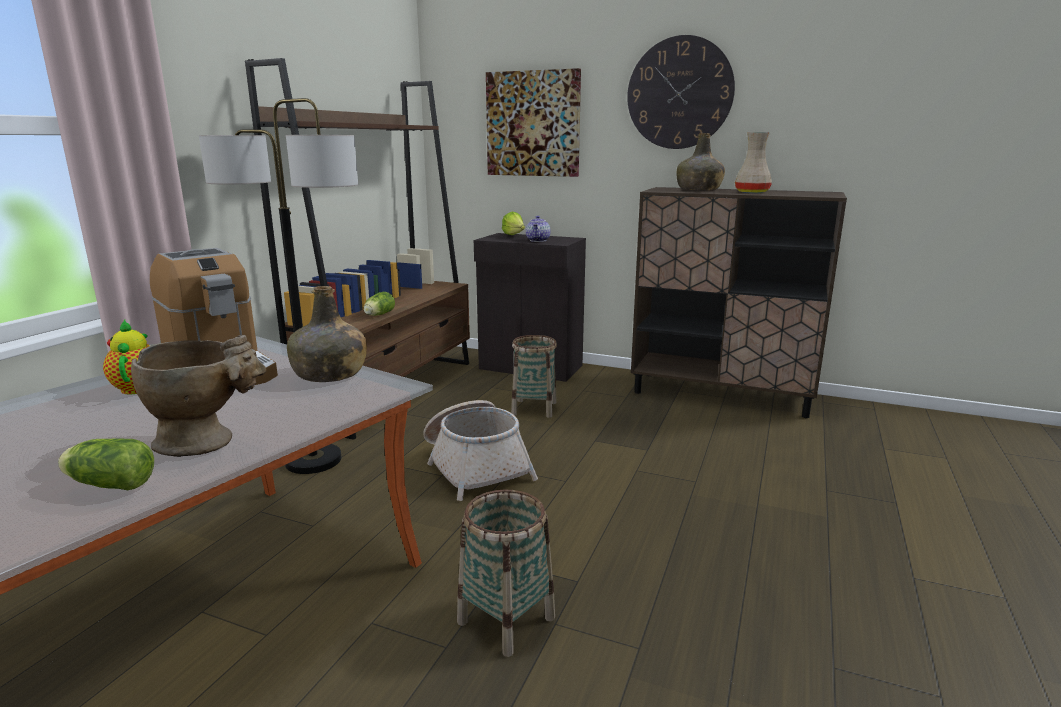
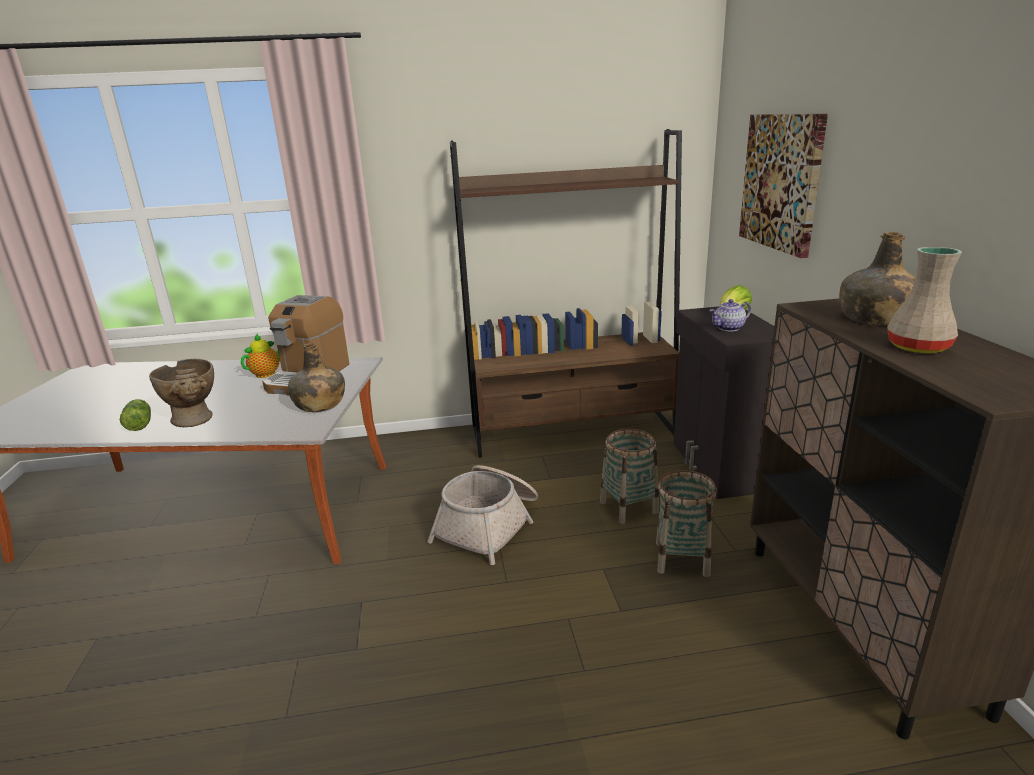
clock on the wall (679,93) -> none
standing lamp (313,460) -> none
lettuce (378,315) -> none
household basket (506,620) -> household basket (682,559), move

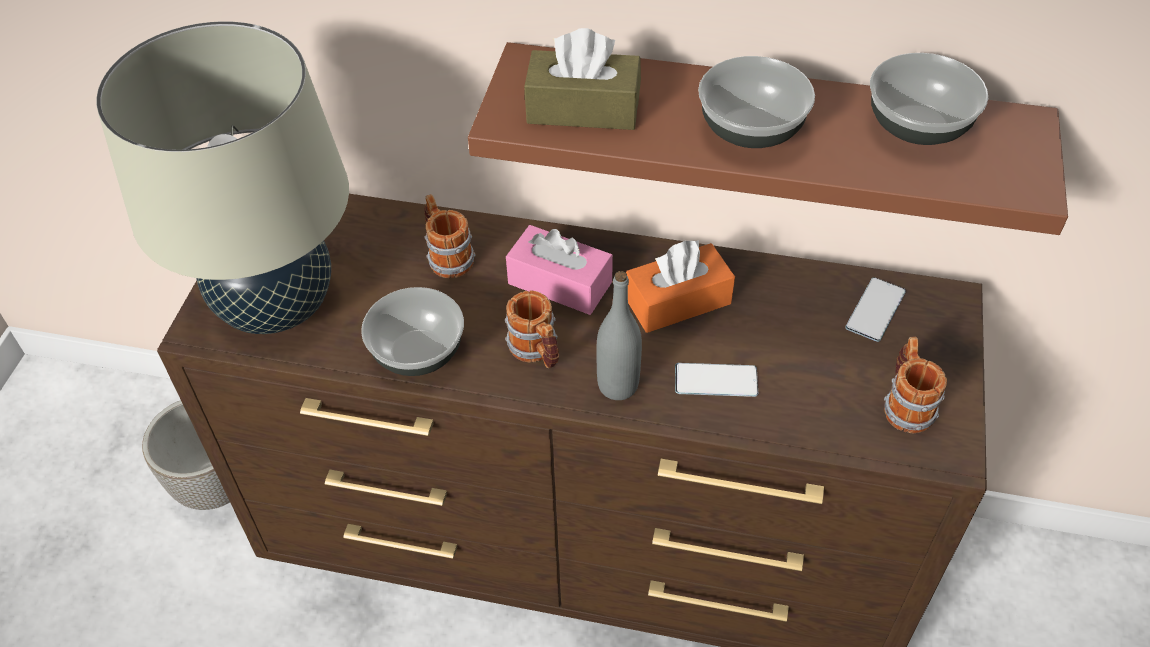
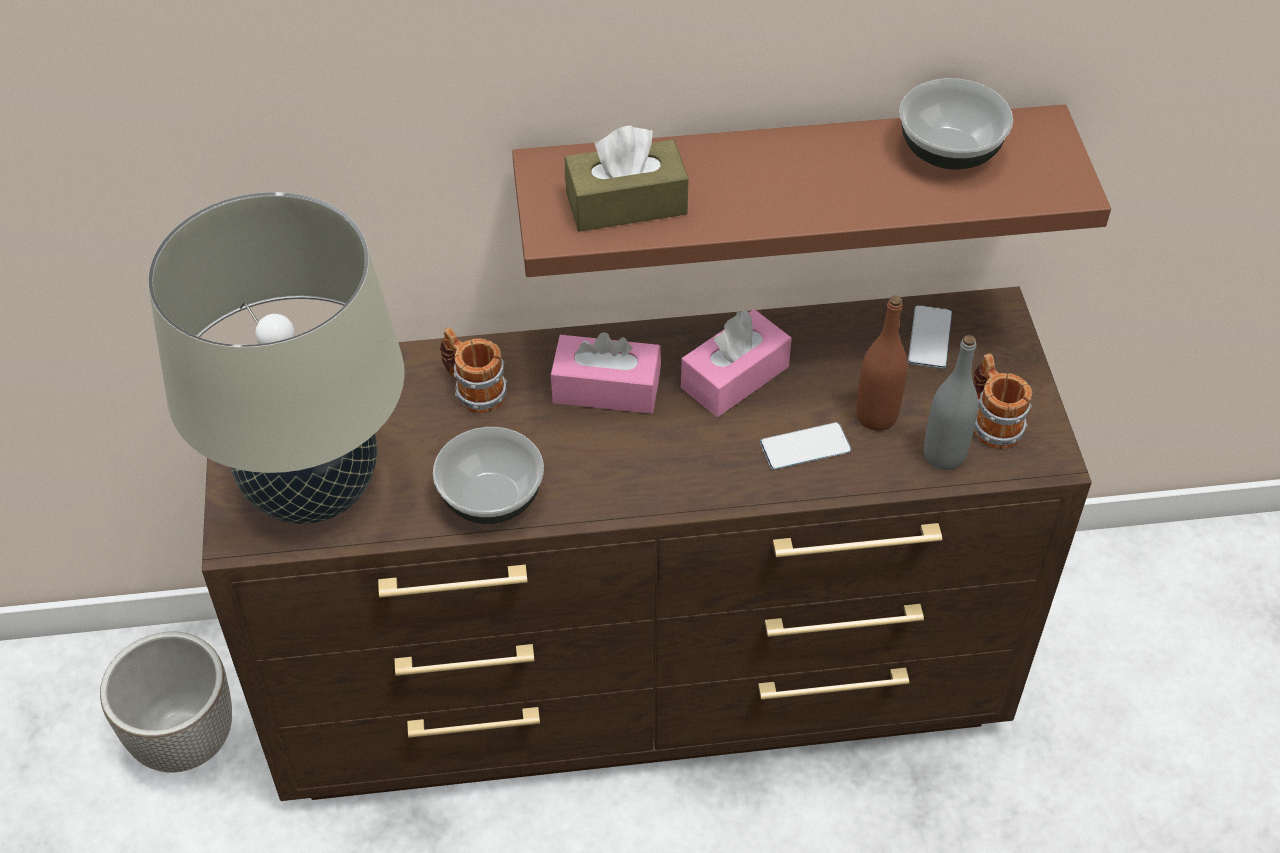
serving bowl (751,129) -> none
tissue box (orange) (678,301) -> tissue box (pinkish) (734,377)
bottle (gray) (618,385) -> bottle (gray) (944,455), move
tea mug (537,351) -> none
none -> bottle (brown) (876,416)

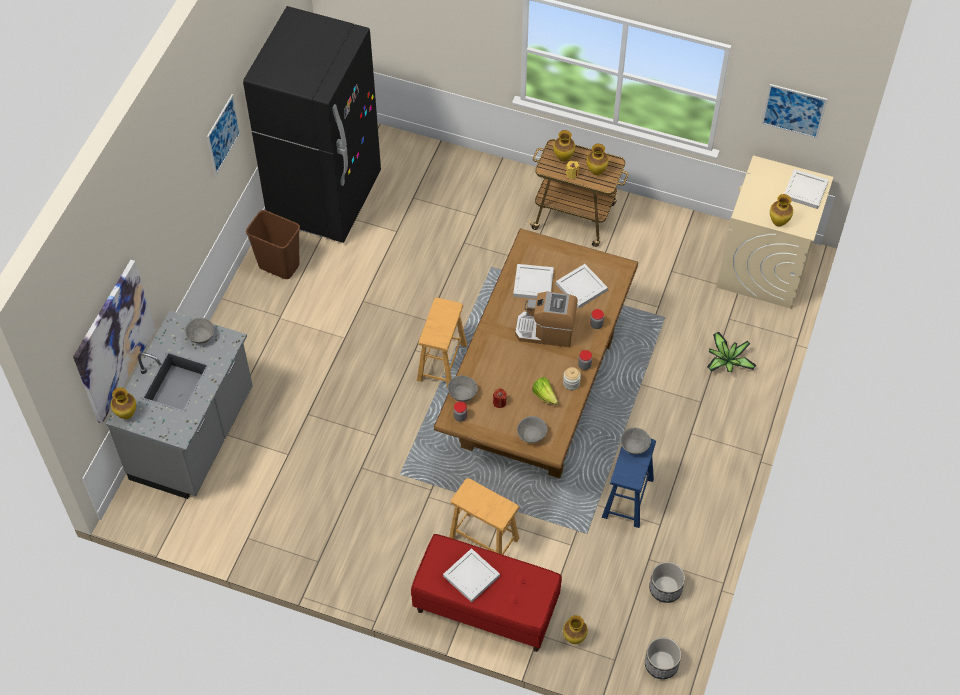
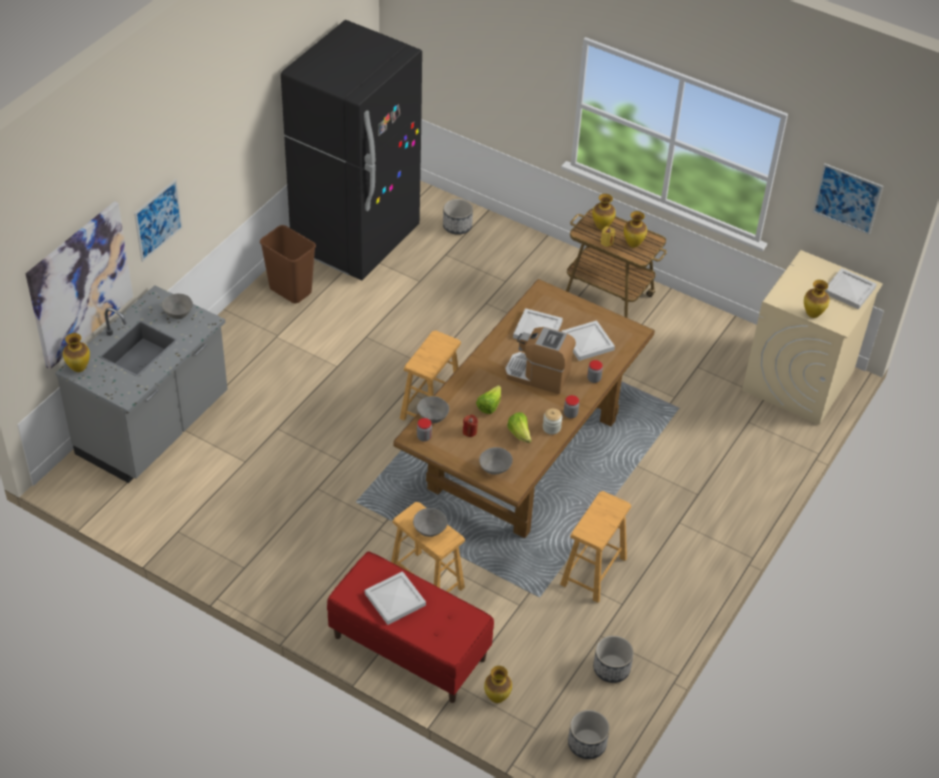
wall art (223,134) -> wall art (158,220), move
potted plant (727,361) -> none
serving bowl (gray) (634,447) -> serving bowl (gray) (429,530), move
stool seat (bluish) (628,498) -> stool seat (brown) (593,571)
none -> flower pot (457,226)
none -> lettuce (489,406)

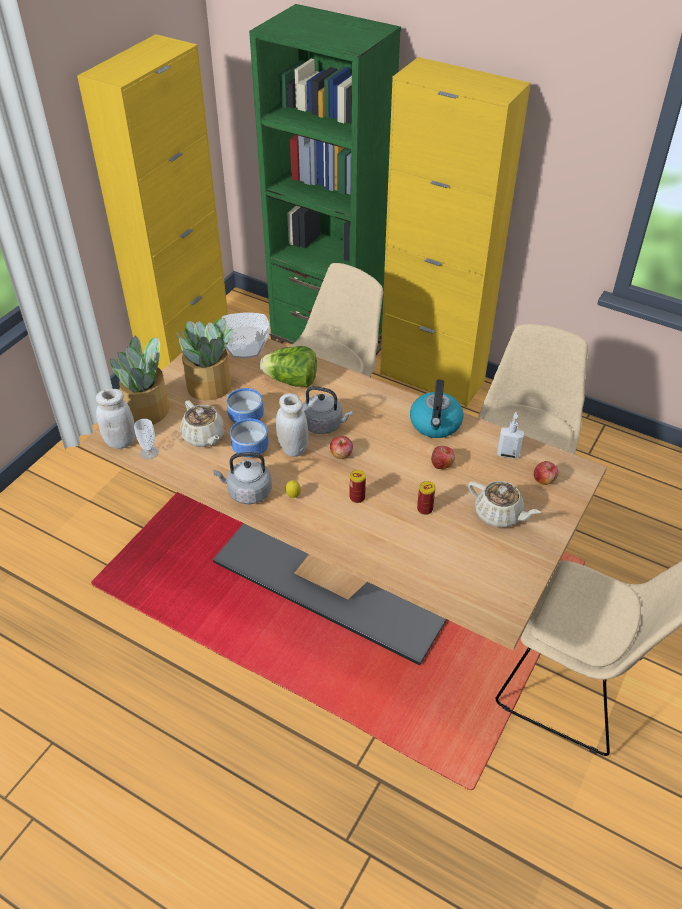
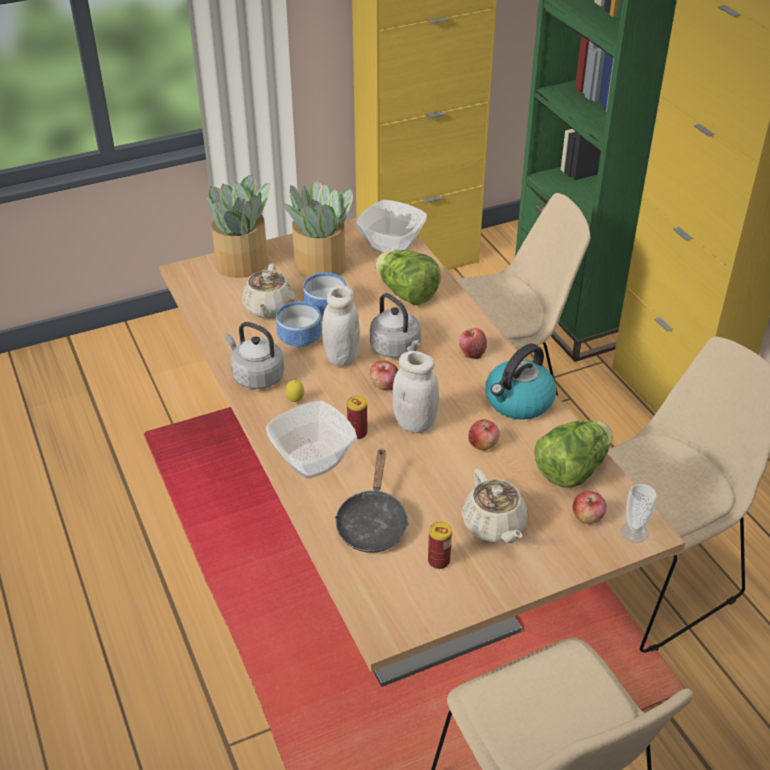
jar (whitish) (121,441) -> jar (whitish) (415,423), move
soap dispenser (507,454) -> lettuce (571,470)
small cup (149,452) -> small cup (634,532), move
metal can (425,509) -> metal can (439,561), move
none -> whole apple (472,352)
none -> serving bowl (314,460)
none -> skillet (blackish) (372,523)

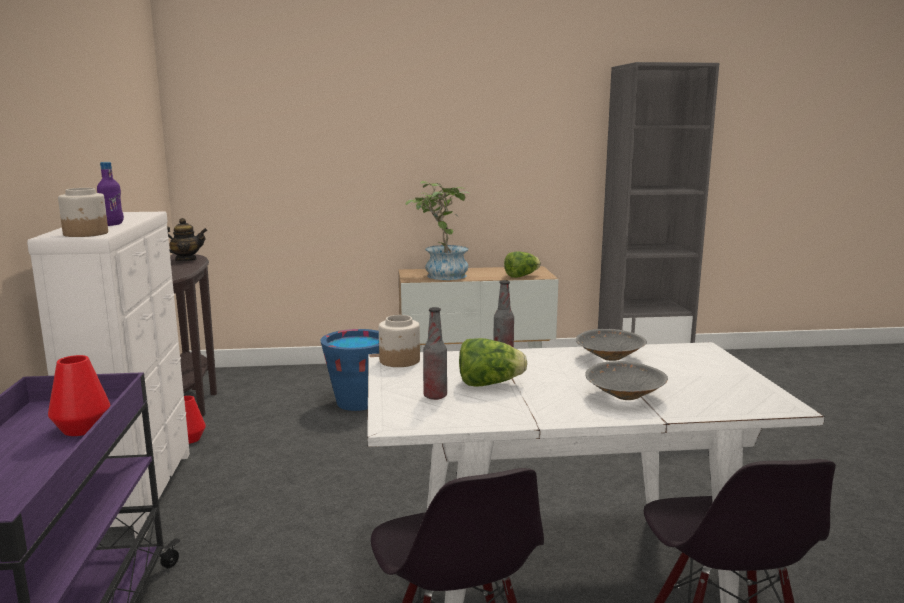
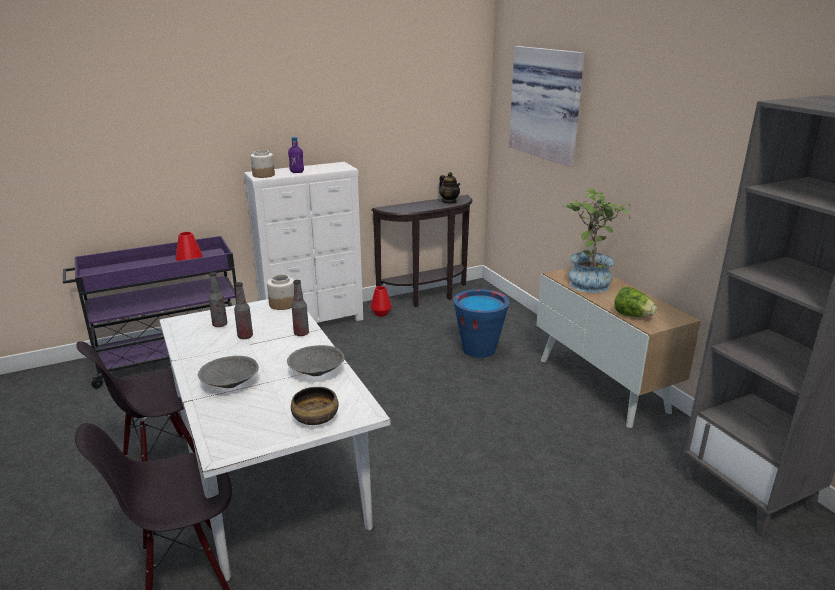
lettuce (489,384) -> bottle (245,336)
none -> wall art (548,103)
none -> serving bowl (315,418)

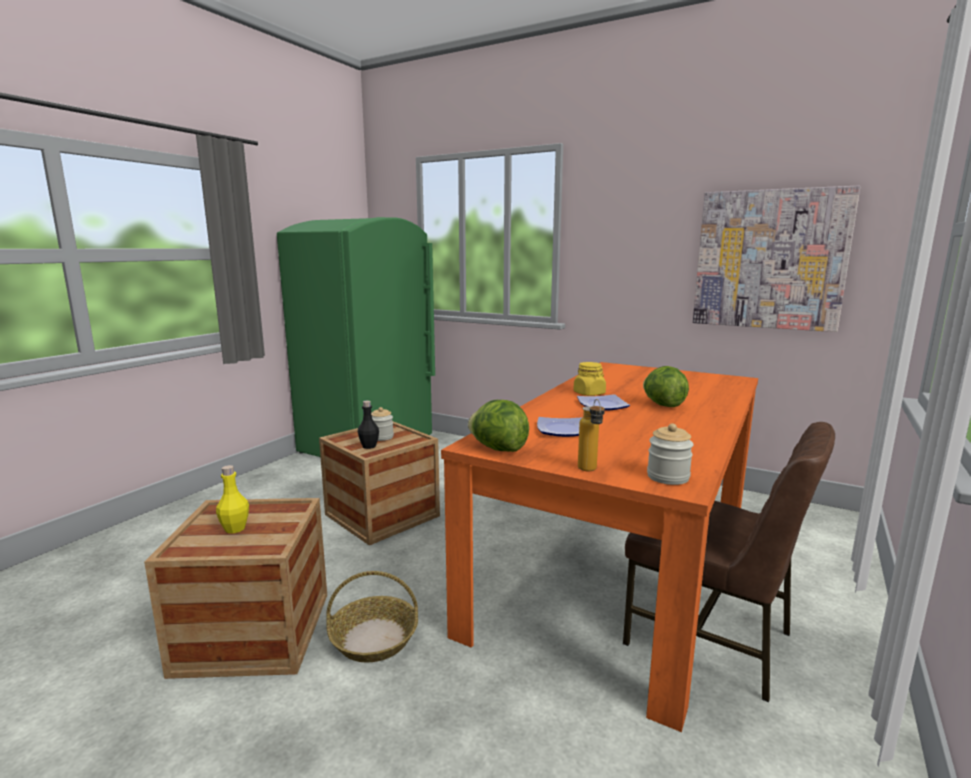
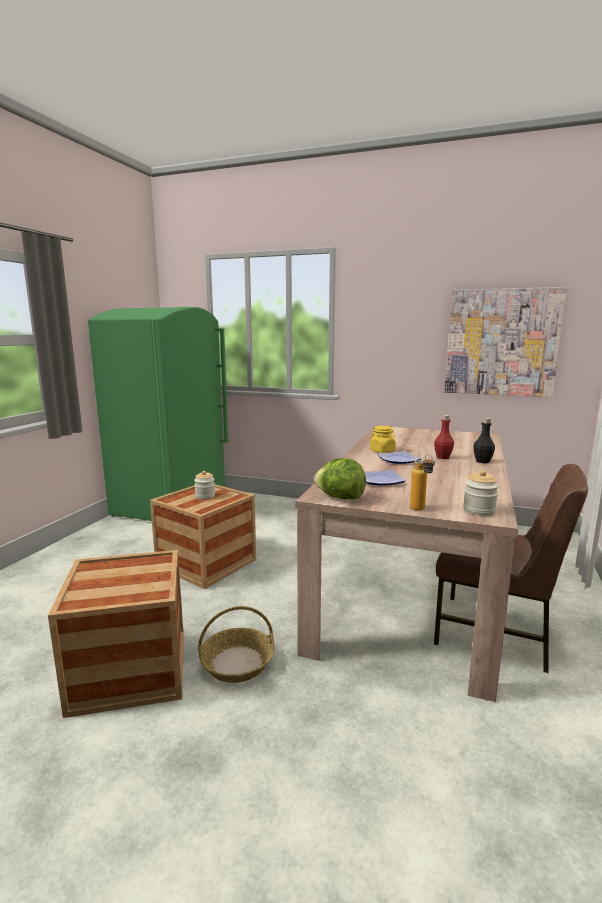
dining table (orange) (623,560) -> dining table (sand-coloured) (413,582)
lettuce (663,405) -> bottle (reddish) (443,457)
bottle (blackish) (369,446) -> bottle (blackish) (482,461), move
bottle (yellow-coloured) (235,529) -> none

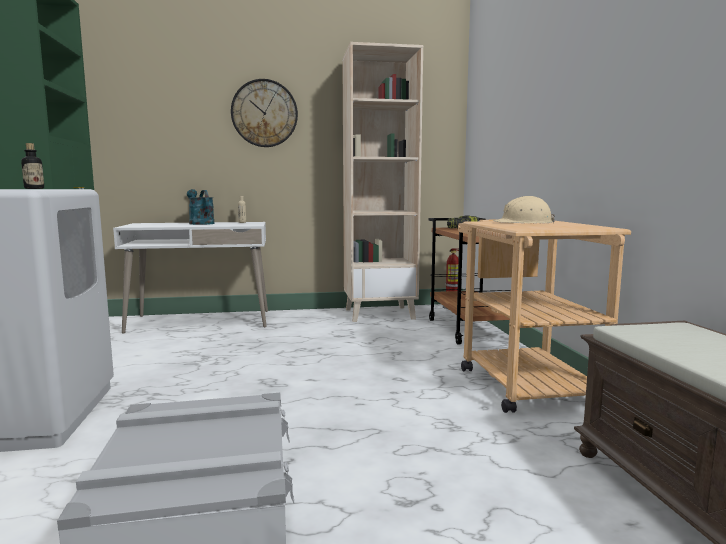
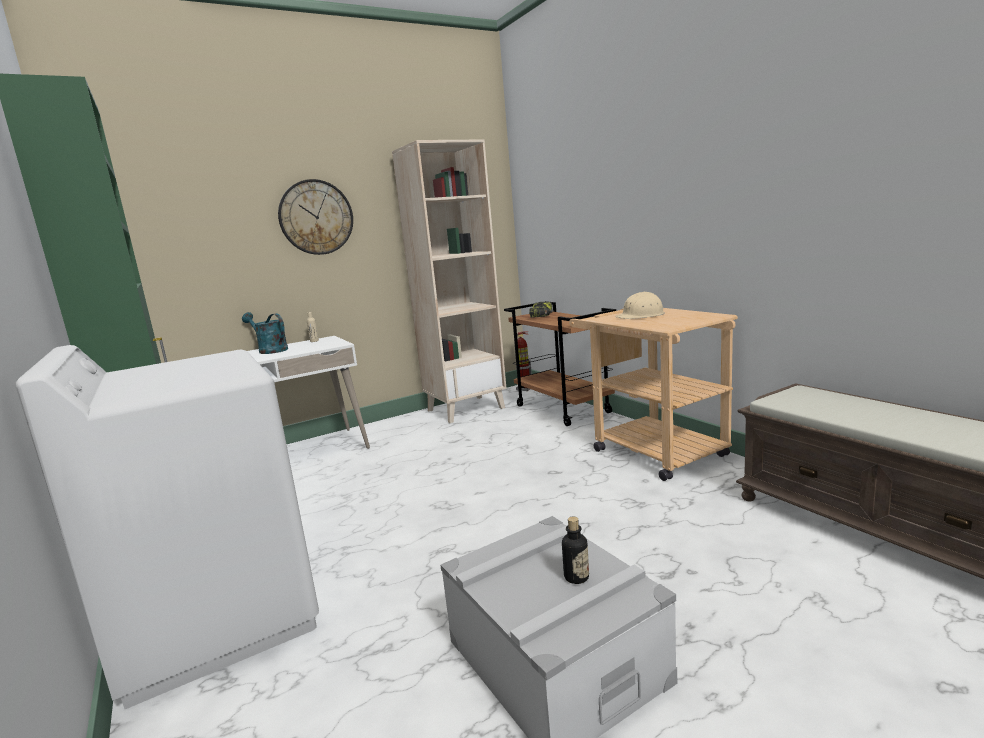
bottle (34,188) -> bottle (576,577), move

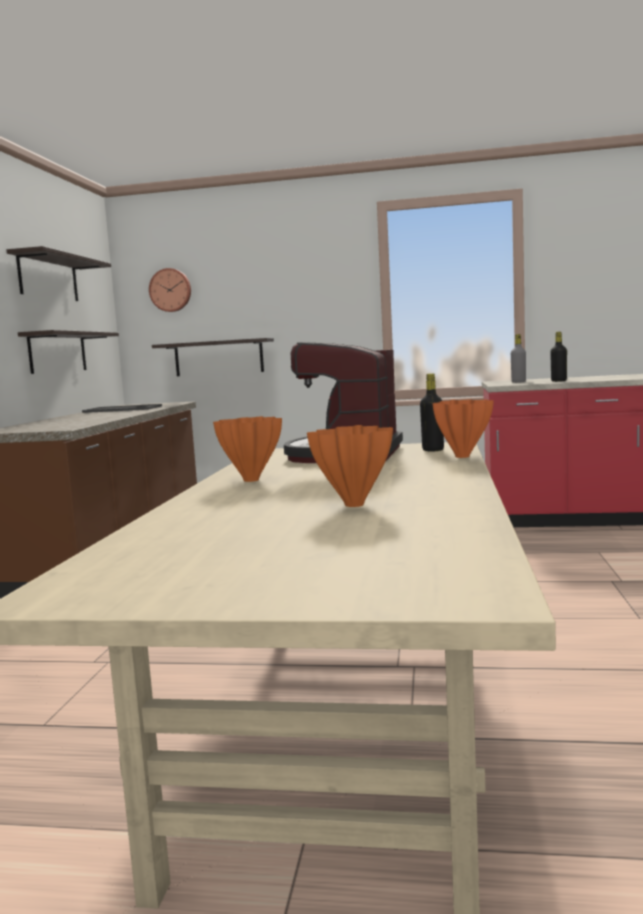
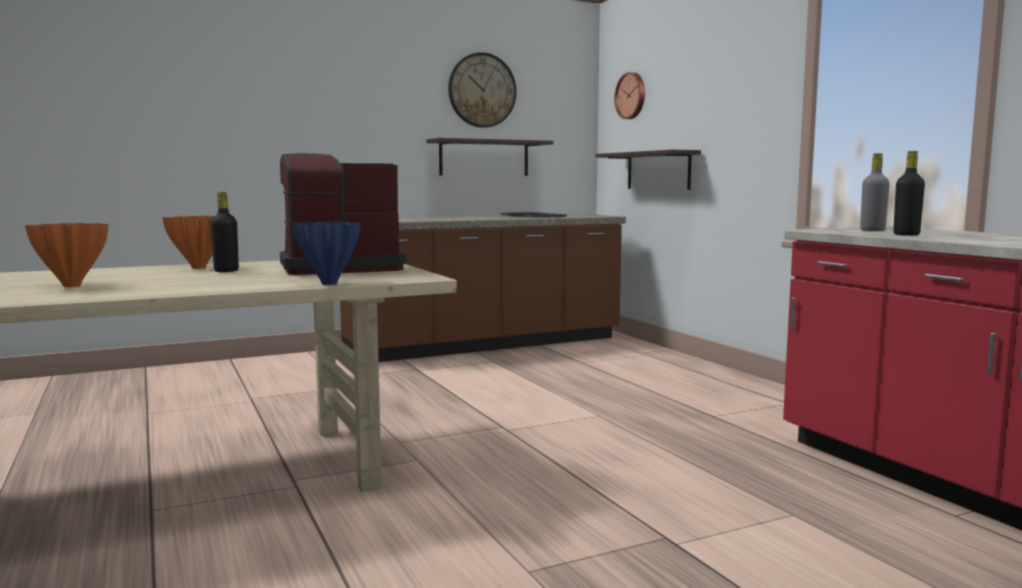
shelf (48,278) -> clock on the wall (482,90)
bottle (blackish) (433,450) -> bottle (blackish) (226,271), move
flower vase (orange) (462,457) -> flower vase (bluish) (328,284)

